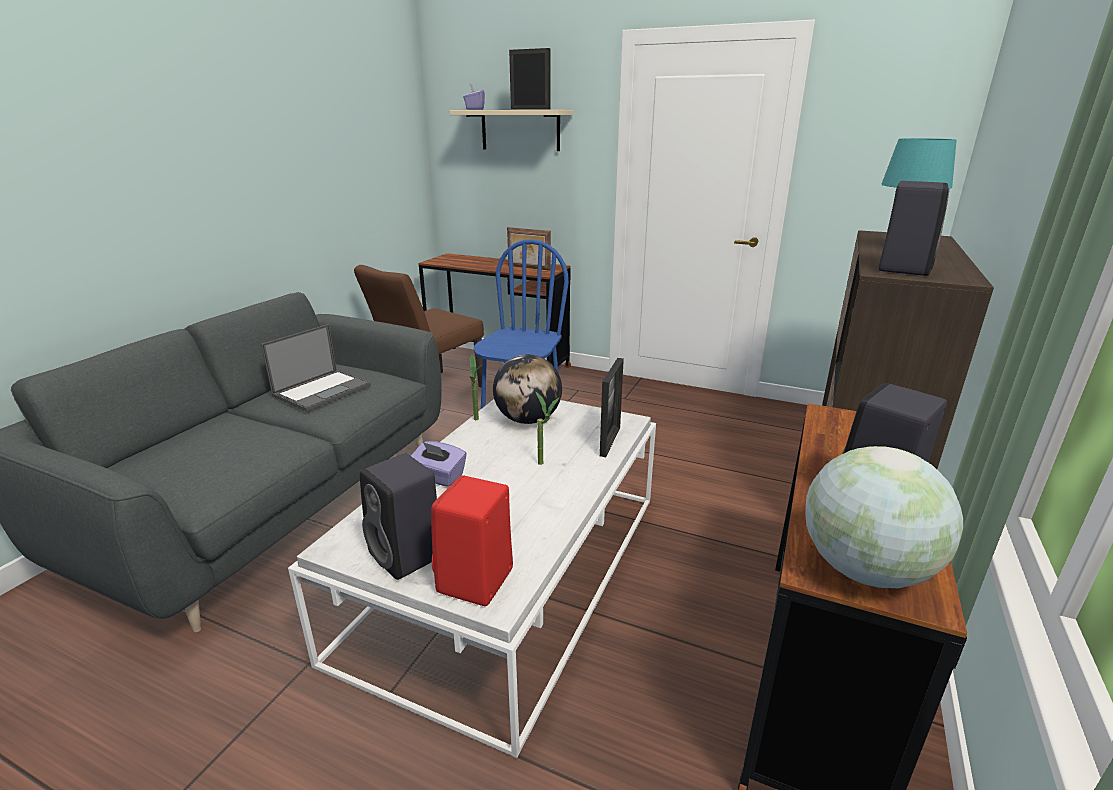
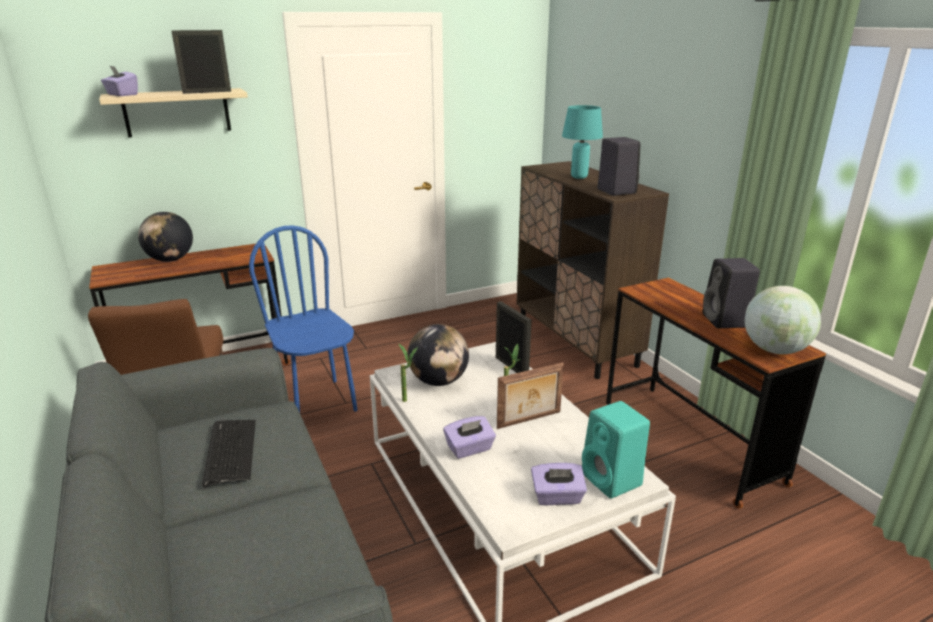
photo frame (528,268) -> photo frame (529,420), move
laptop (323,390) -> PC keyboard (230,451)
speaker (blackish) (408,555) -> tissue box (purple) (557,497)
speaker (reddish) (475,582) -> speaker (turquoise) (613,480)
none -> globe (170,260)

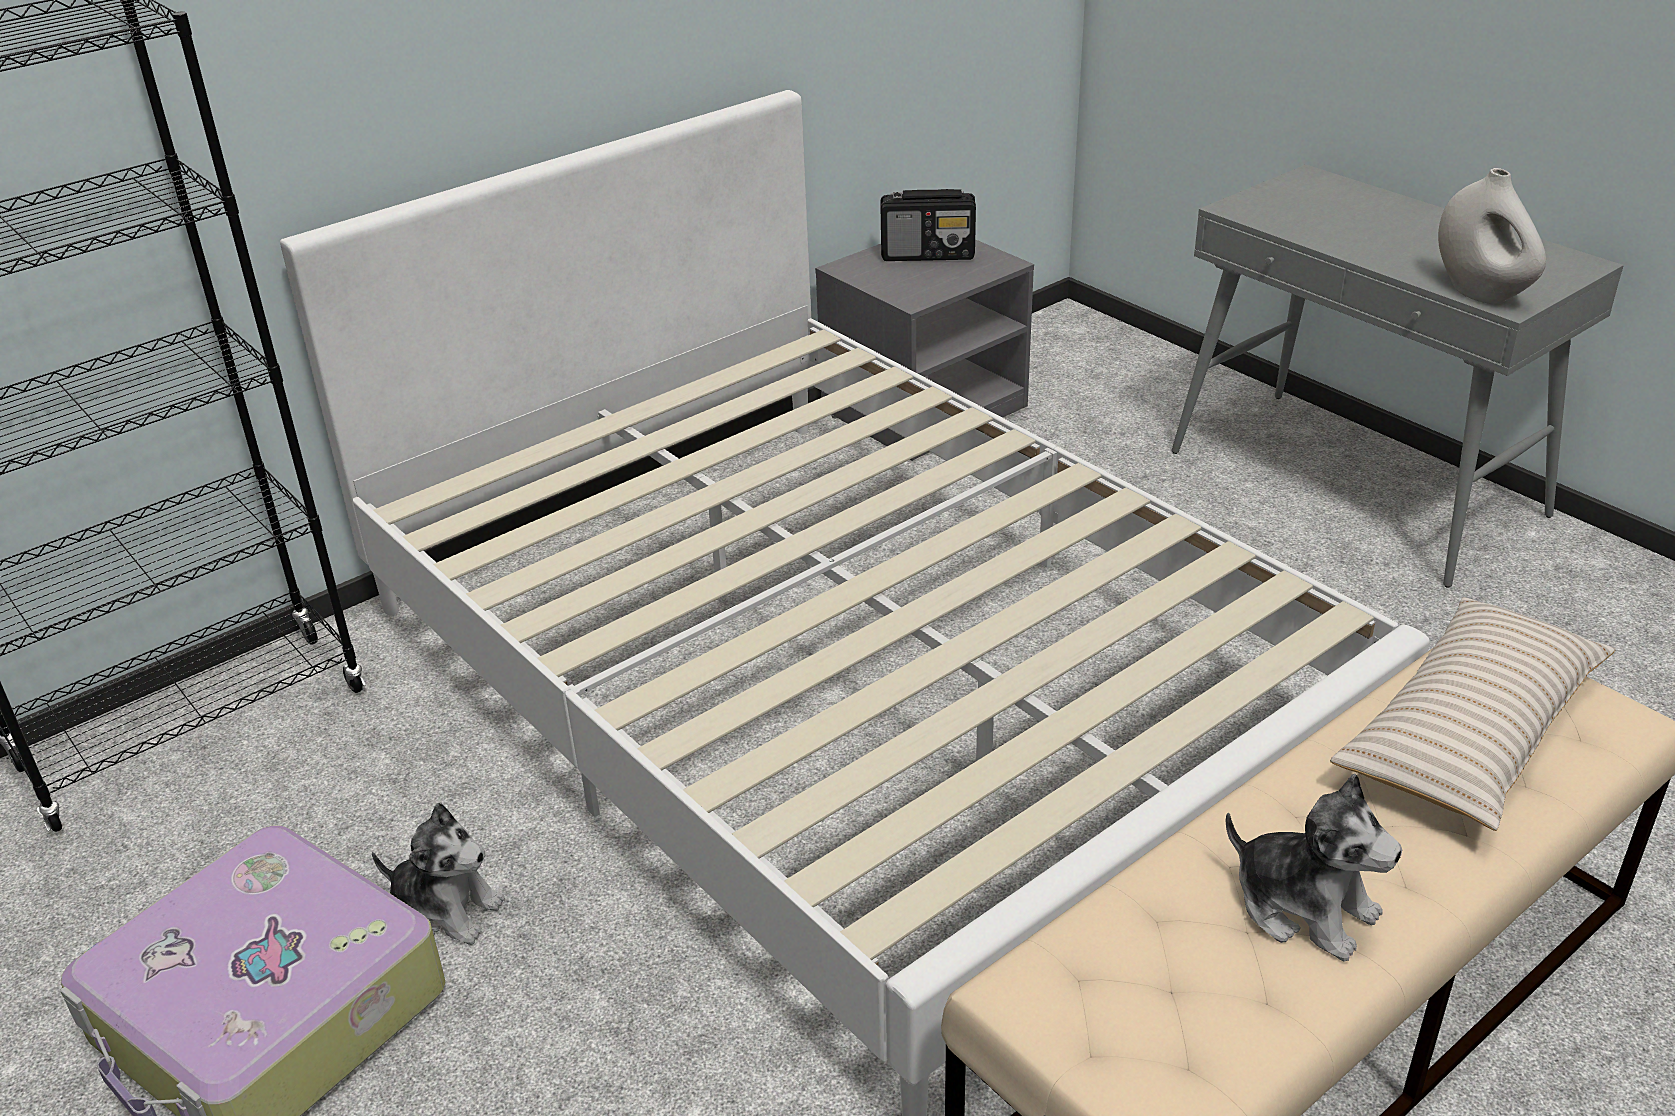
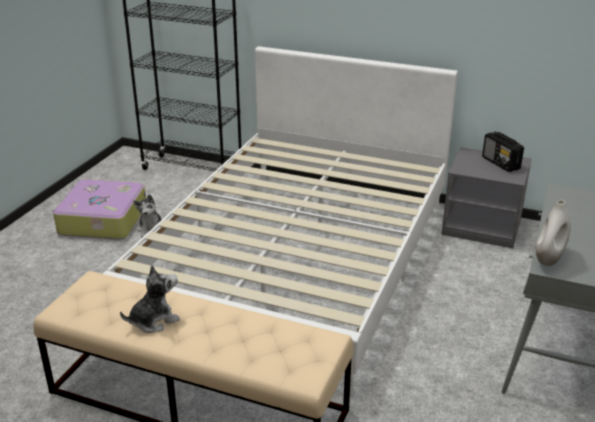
throw pillow (sand-coloured) (1470,733) -> none
soft toy (1304,907) -> soft toy (153,320), 135 degrees counterclockwise

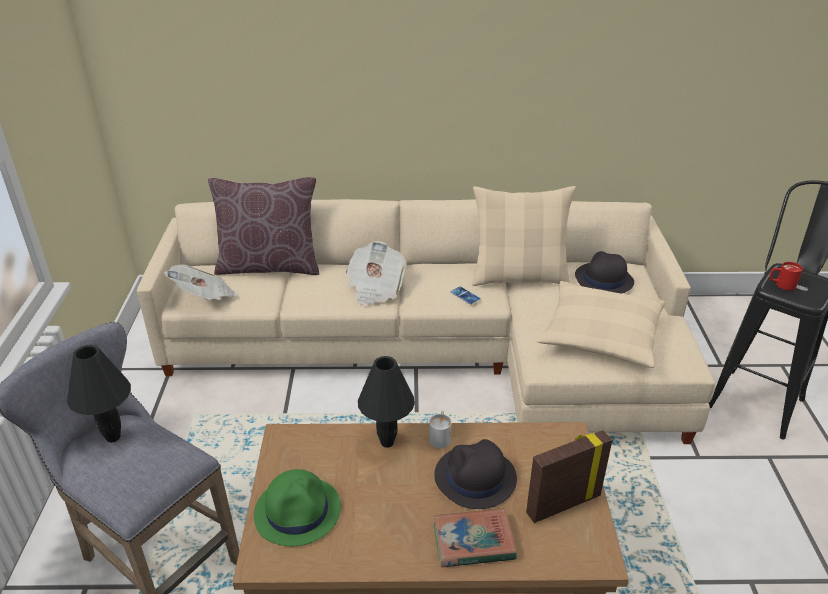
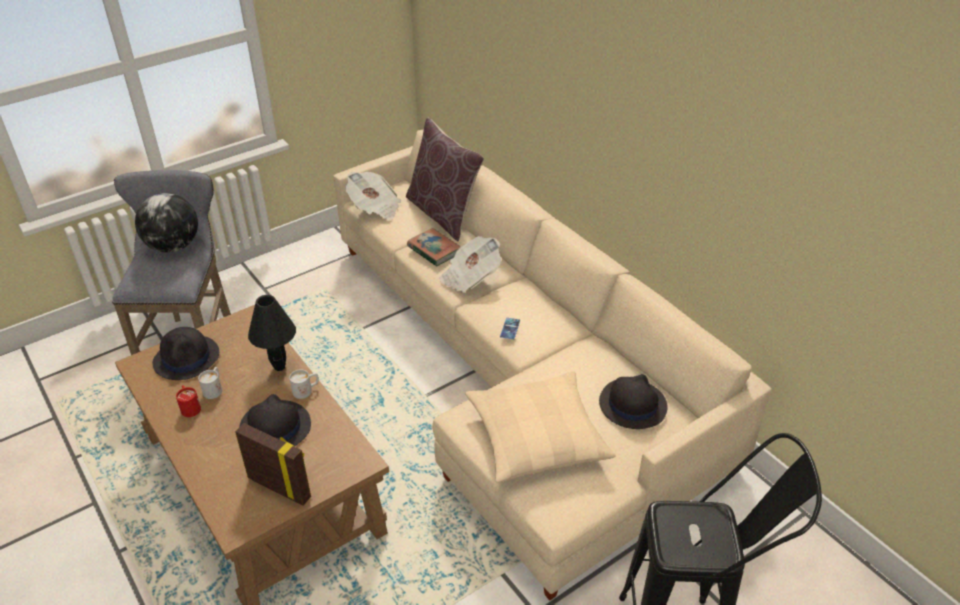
throw pillow (sand-coloured) (519,277) -> none
tea mug (reddish) (781,285) -> tea mug (reddish) (190,407), move
tabletop lamp (blackish) (113,438) -> globe (173,246)
clothing hat (green) (298,511) -> clothing hat (blackish) (187,358)
bound book (473,542) -> bound book (434,250), move
none -> tea mug (whitish) (214,389)

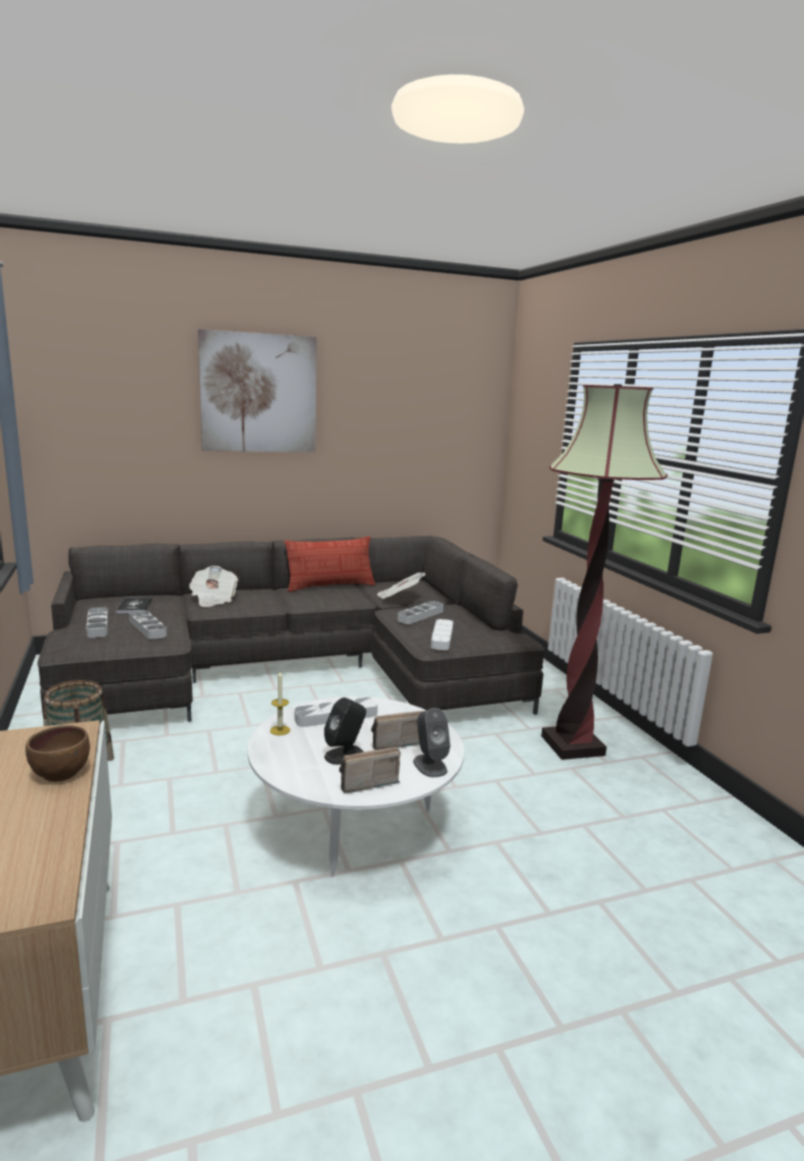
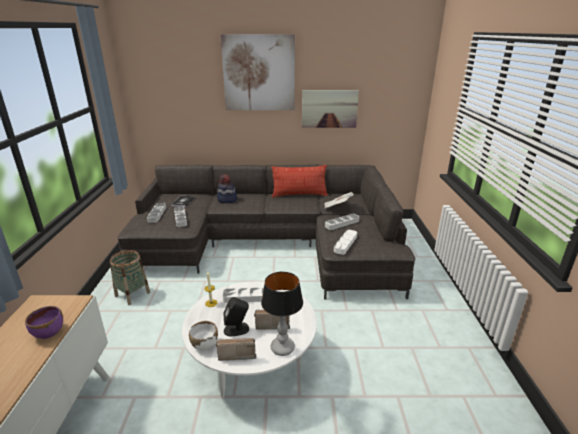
standing lamp (572,745) -> none
daily paper (213,599) -> clothing hat (227,200)
speaker (gray) (429,765) -> tabletop lamp (283,348)
serving bowl (brown) (61,773) -> serving bowl (purple) (49,332)
none -> wall art (329,109)
none -> serving bowl (whitish) (204,344)

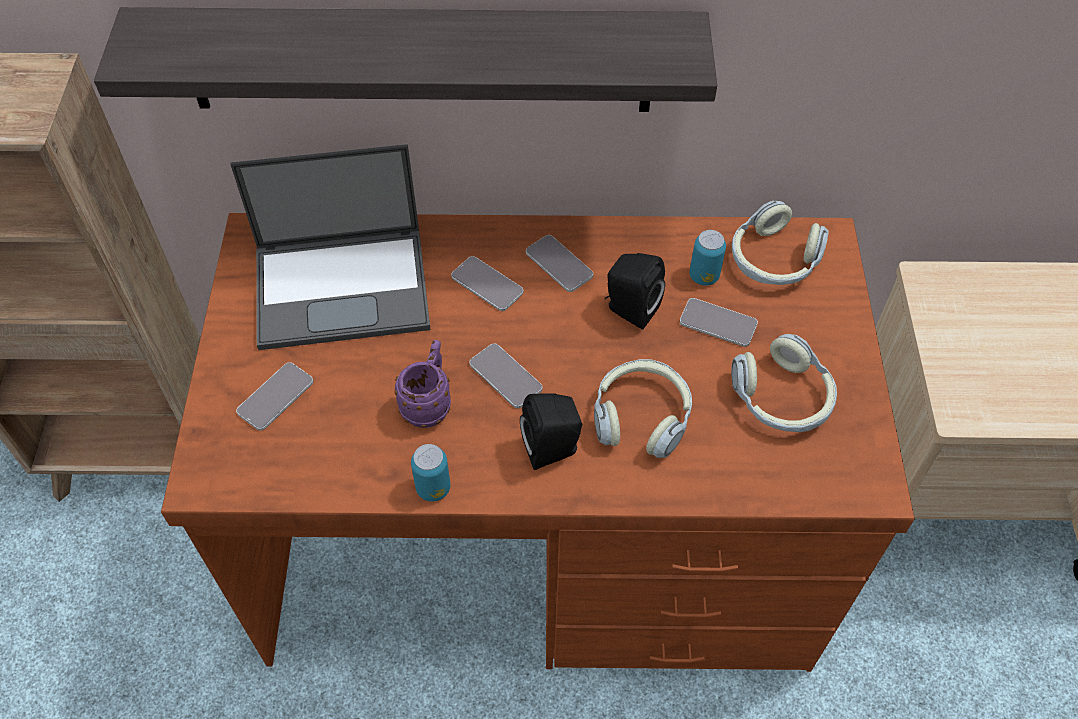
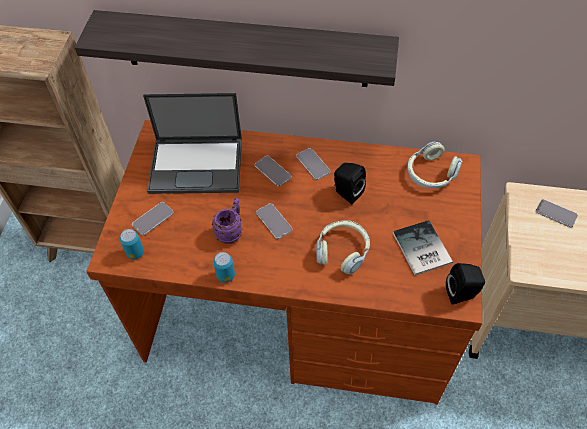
metal can (704,276) -> metal can (135,253), move
telephone (718,323) -> telephone (556,213), move
pair of headphones (782,398) -> bound book (421,250)
speaker (blackish) (553,449) -> speaker (blackish) (462,294), move

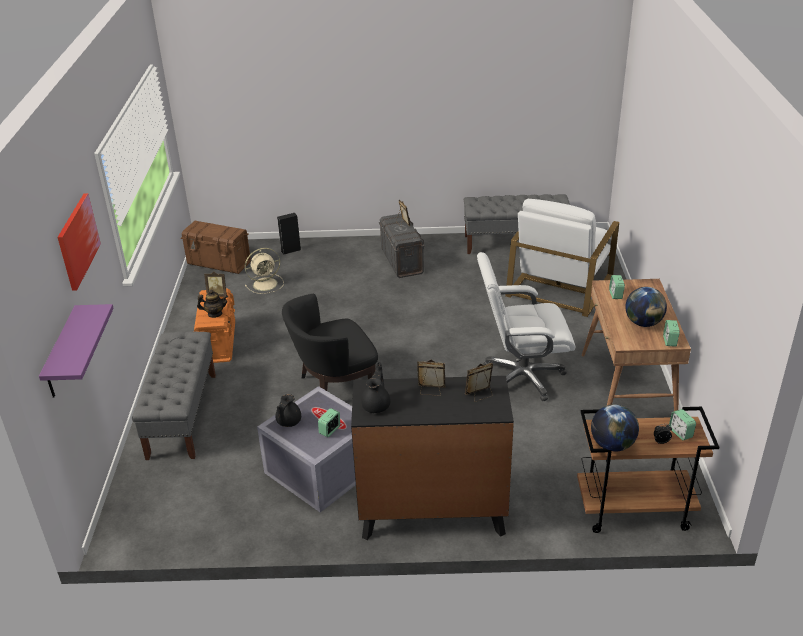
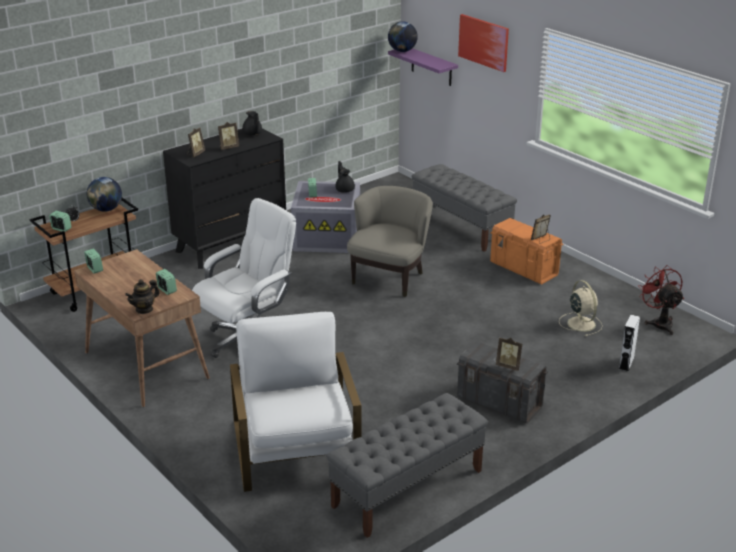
speaker (blackish) (291,250) -> speaker (whitish) (626,364)
storage bin (brown) (219,263) -> cooling fan (reddish) (659,322)
cooling fan (sand-coloured) (266,284) -> cooling fan (sand-coloured) (580,323), 135 degrees clockwise
globe (643,323) -> globe (402,51), move
tea pot (215,314) -> tea pot (144,309), move
easy chair (blackish) (333,385) -> easy chair (sand-coloured) (390,277)

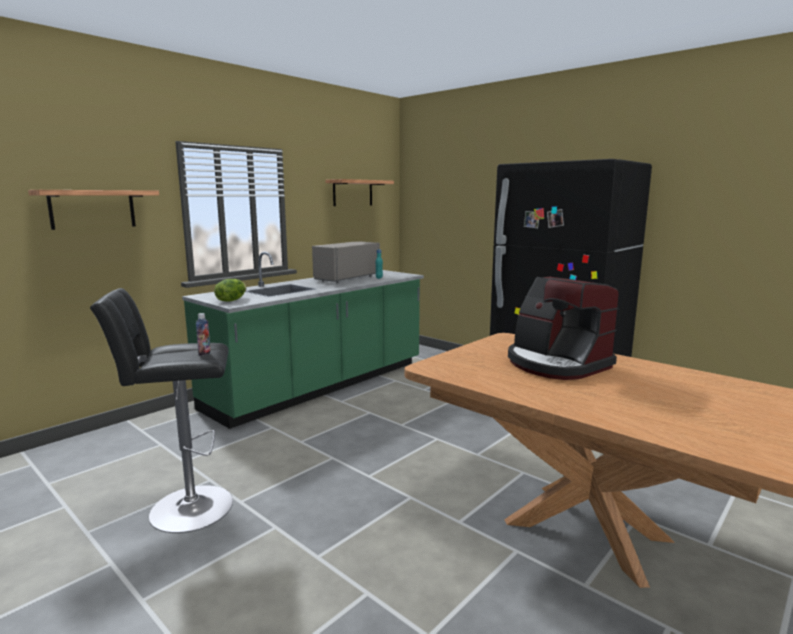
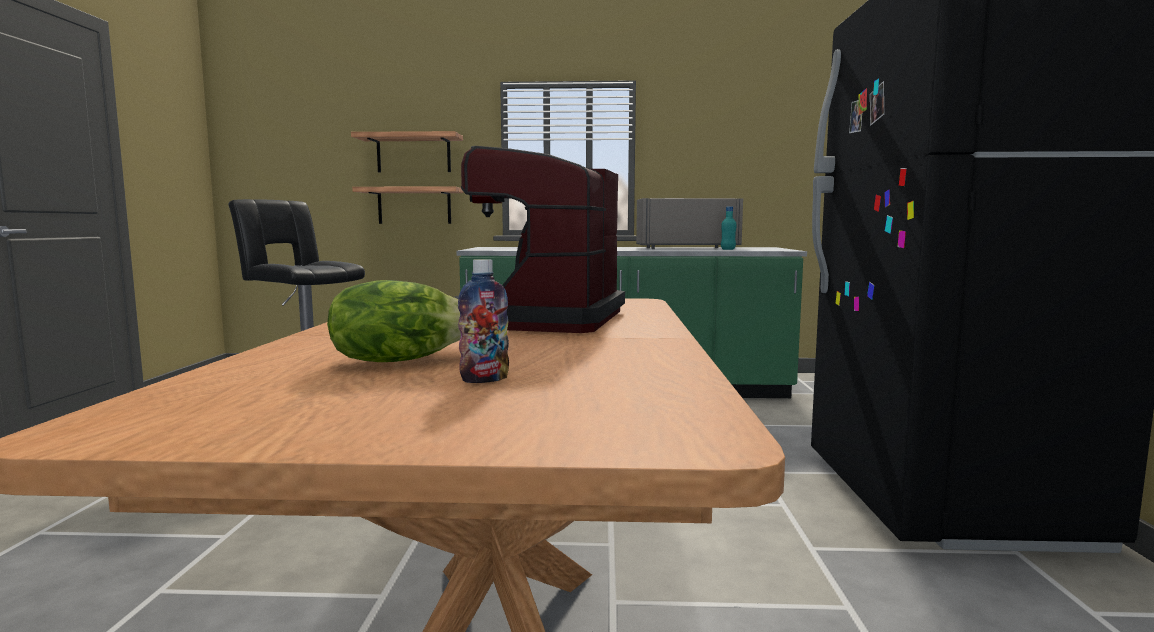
shelf (352,193) -> shelf (414,206), move
lettuce (231,300) -> lettuce (398,360), move
bottle (204,353) -> bottle (485,379), move

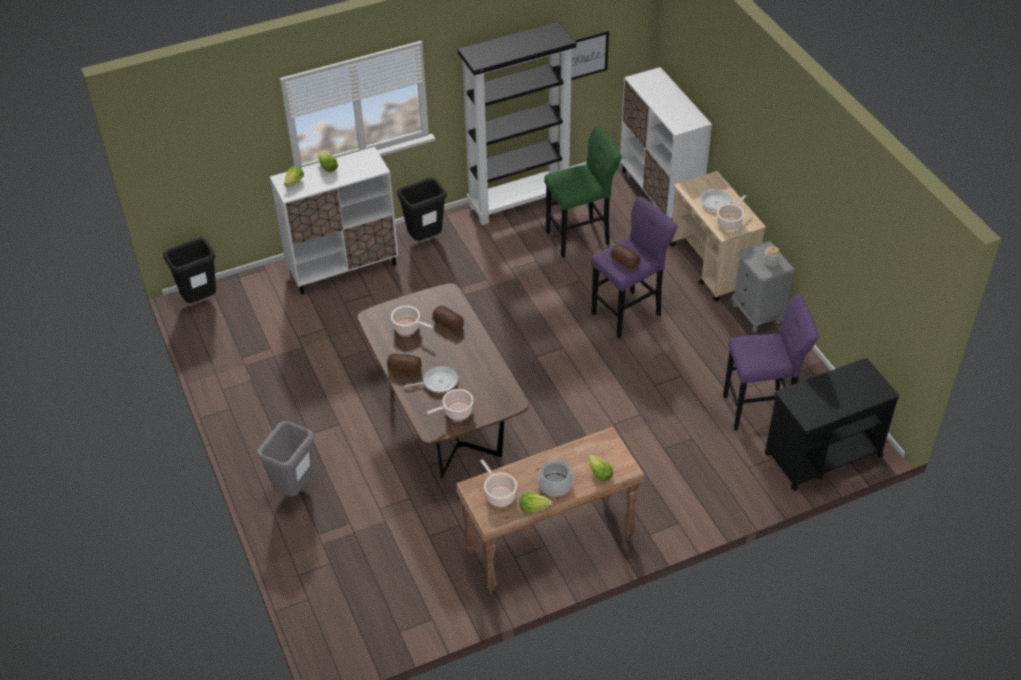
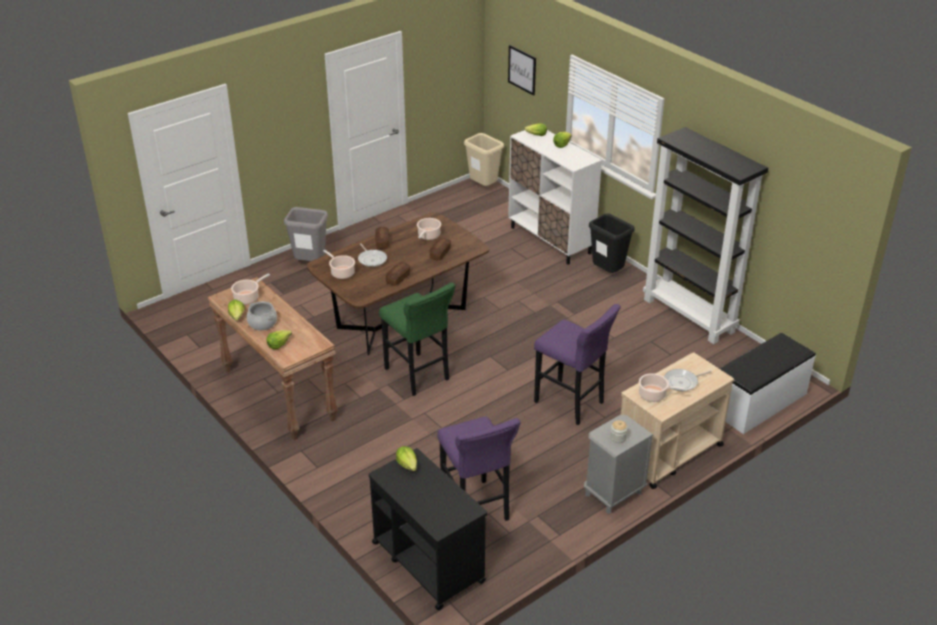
wall art (586,55) -> wall art (522,70), move
cabinet (whitish) (659,194) -> indoor bench (whitish) (759,403)
stool seat (green) (581,237) -> stool seat (green) (418,376), move
waste bin (blackish) (201,300) -> waste bin (sand-coloured) (483,187)
baked bread (625,261) -> baked bread (398,278), move
none -> lettuce (408,464)

